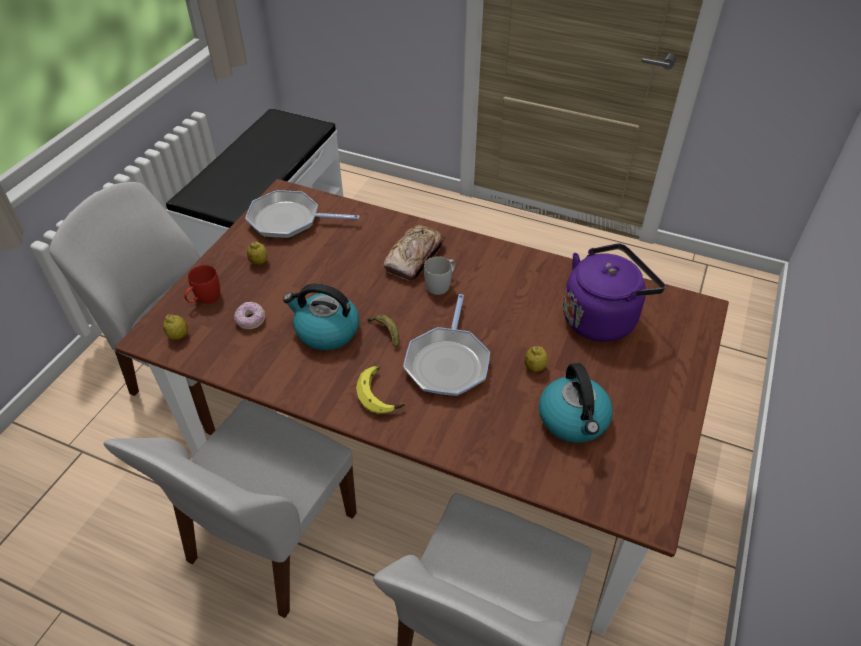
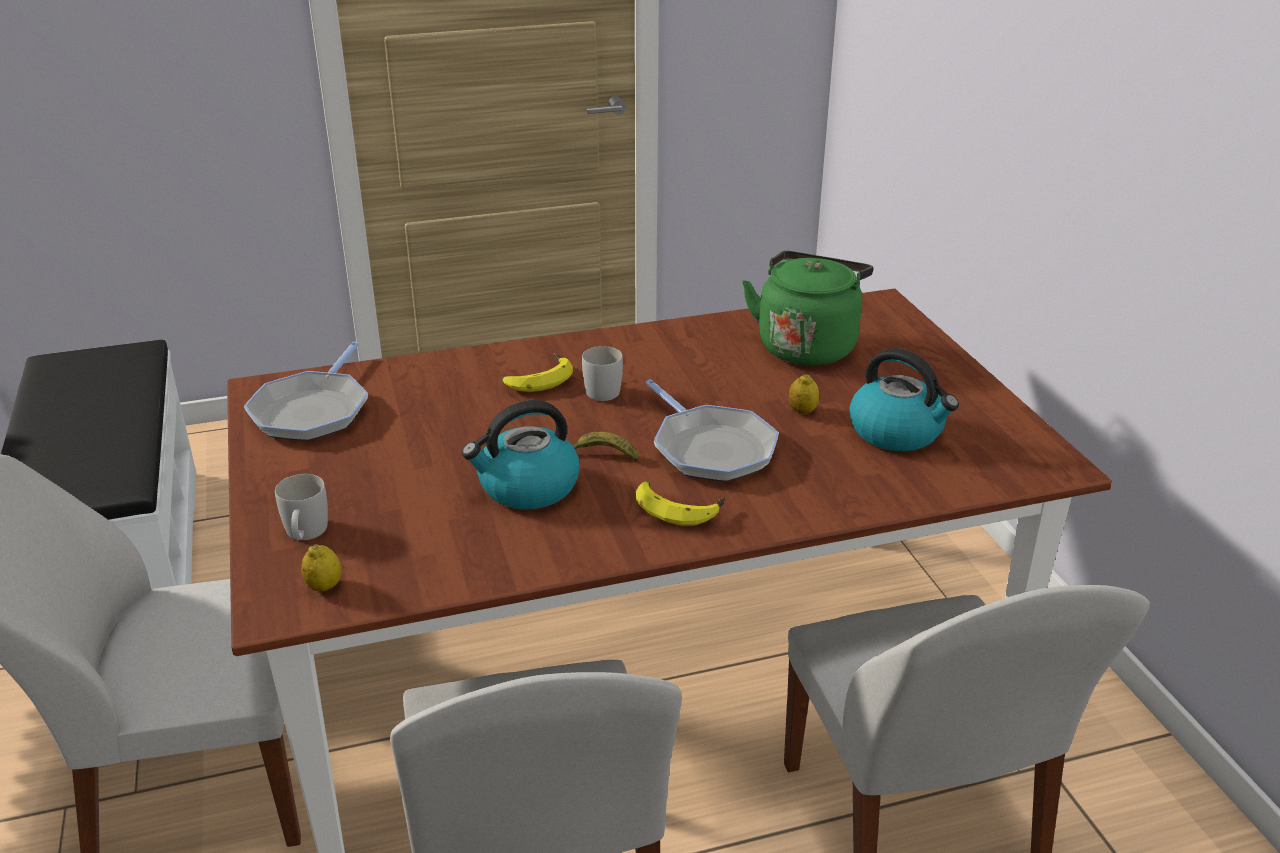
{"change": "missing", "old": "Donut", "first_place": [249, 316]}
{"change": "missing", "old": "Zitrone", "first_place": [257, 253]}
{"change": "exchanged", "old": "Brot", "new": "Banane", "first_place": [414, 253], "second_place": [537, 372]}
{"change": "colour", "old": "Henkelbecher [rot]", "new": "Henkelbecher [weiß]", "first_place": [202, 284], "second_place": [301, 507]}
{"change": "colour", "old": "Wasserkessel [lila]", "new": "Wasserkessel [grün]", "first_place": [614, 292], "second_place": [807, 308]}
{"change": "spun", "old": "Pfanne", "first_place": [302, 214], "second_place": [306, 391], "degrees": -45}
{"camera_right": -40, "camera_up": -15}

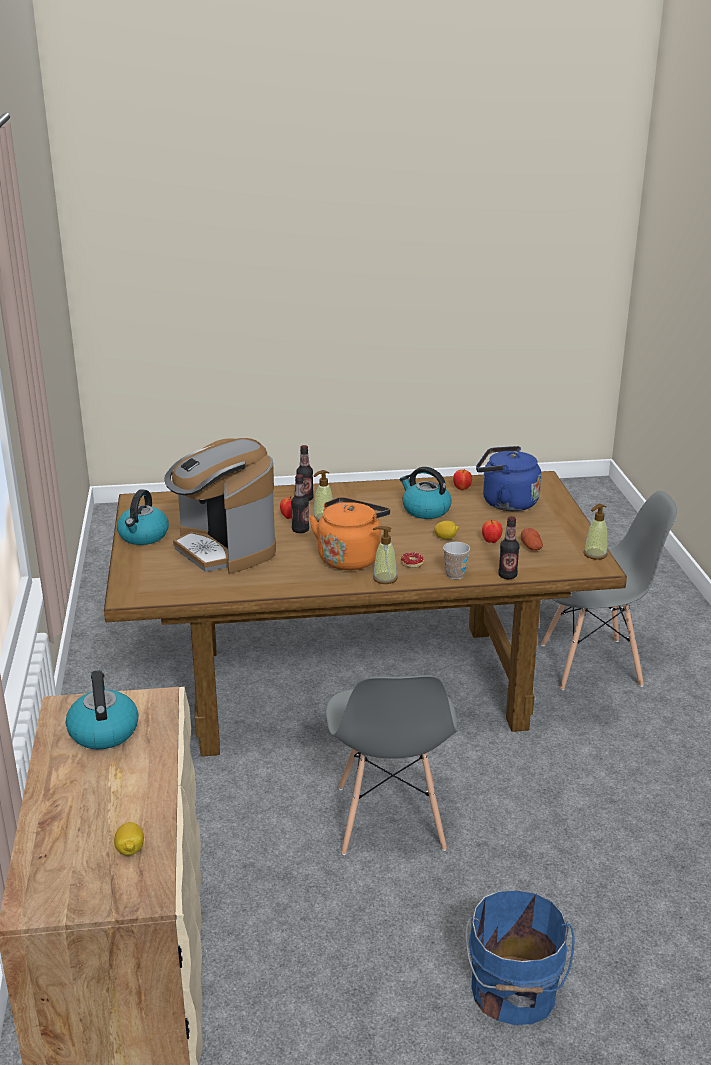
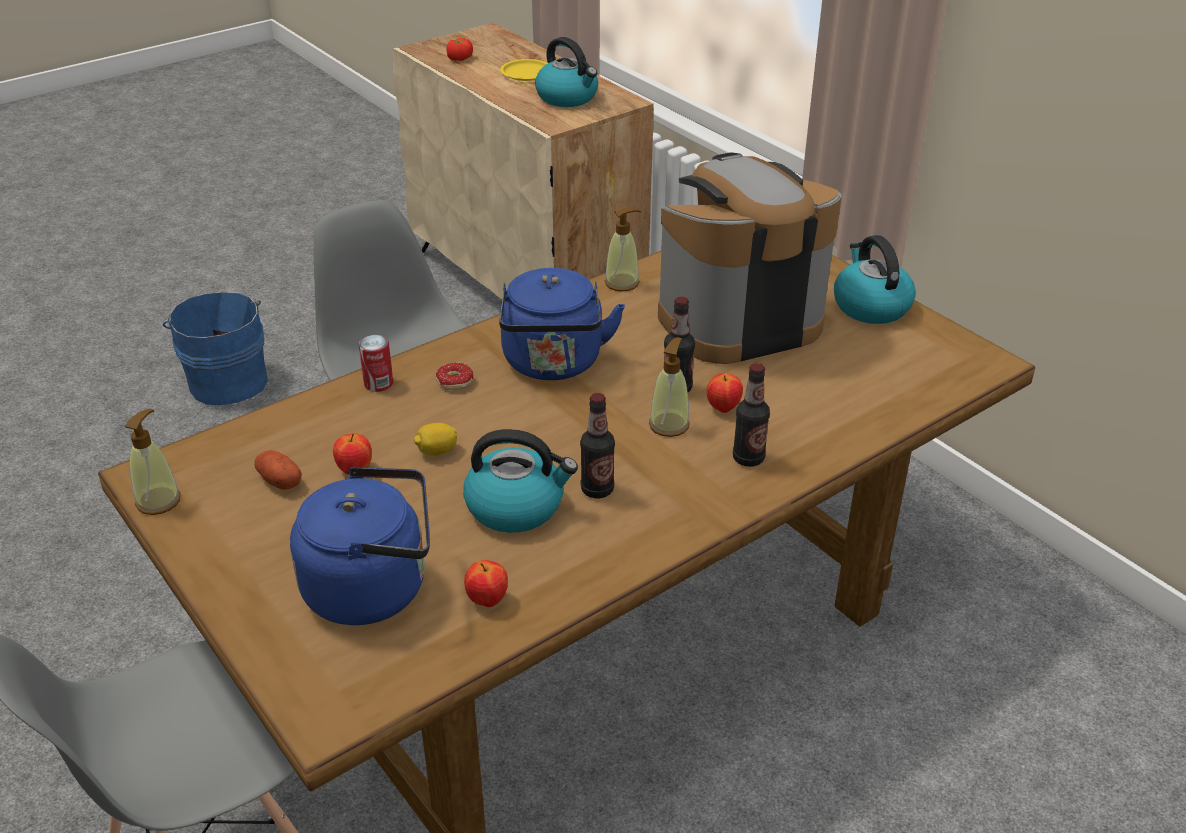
{"change": "appeared", "new": "Teller [gelb]", "second_place": [524, 70]}
{"change": "relocated", "old": "Seifenspender", "first_place": [385, 555], "second_place": [623, 249]}
{"change": "relocated", "old": "Flasche", "first_place": [509, 547], "second_place": [597, 445]}
{"change": "exchanged", "old": "Zitrone", "new": "Tomate", "first_place": [129, 839], "second_place": [459, 49]}
{"change": "exchanged", "old": "Tasse", "new": "Dose", "first_place": [456, 560], "second_place": [376, 363]}
{"change": "colour", "old": "Wasserkessel [orange]", "new": "Wasserkessel [blau]", "first_place": [349, 533], "second_place": [562, 324]}
{"change": "spun", "old": "Kaffeemaschine", "first_place": [220, 506], "second_place": [750, 258], "degrees": -45}
{"camera_right": 150, "camera_up": 10}

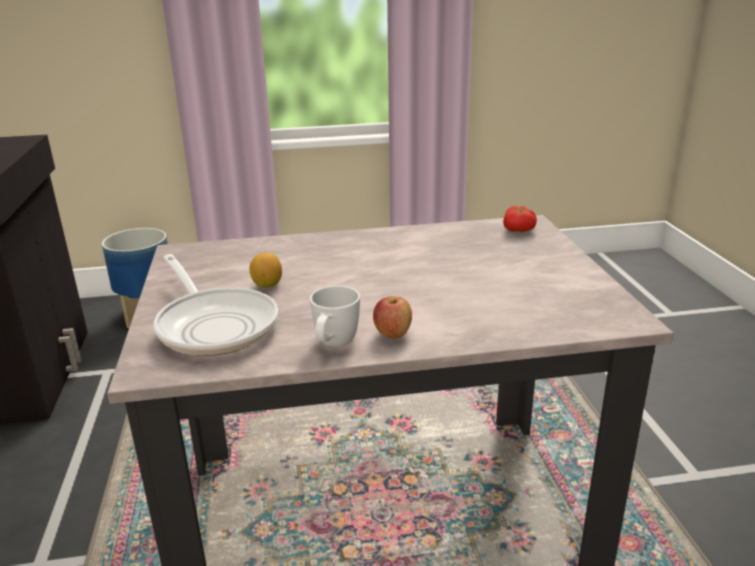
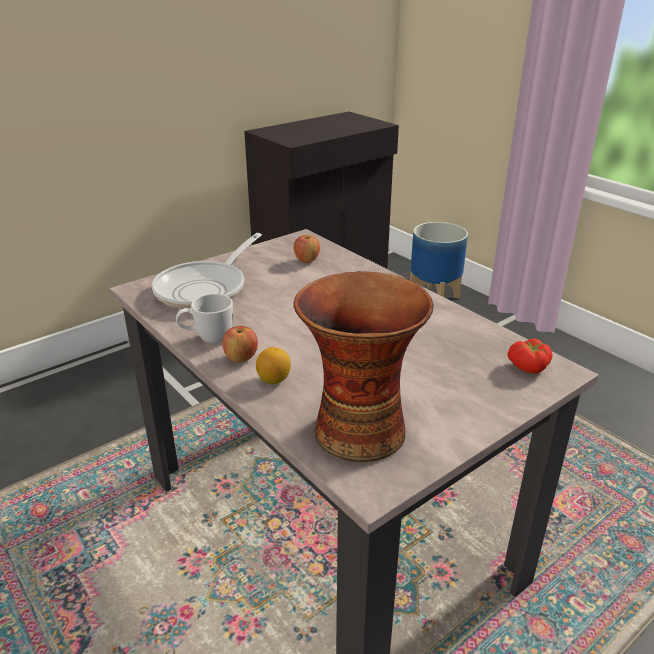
{"change": "appeared", "new": "Vase", "second_place": [363, 366]}
{"change": "appeared", "new": "Apfel", "second_place": [307, 249]}
{"change": "relocated", "old": "Zitrone", "first_place": [265, 270], "second_place": [273, 365]}
{"camera_right": 60, "camera_up": 5}

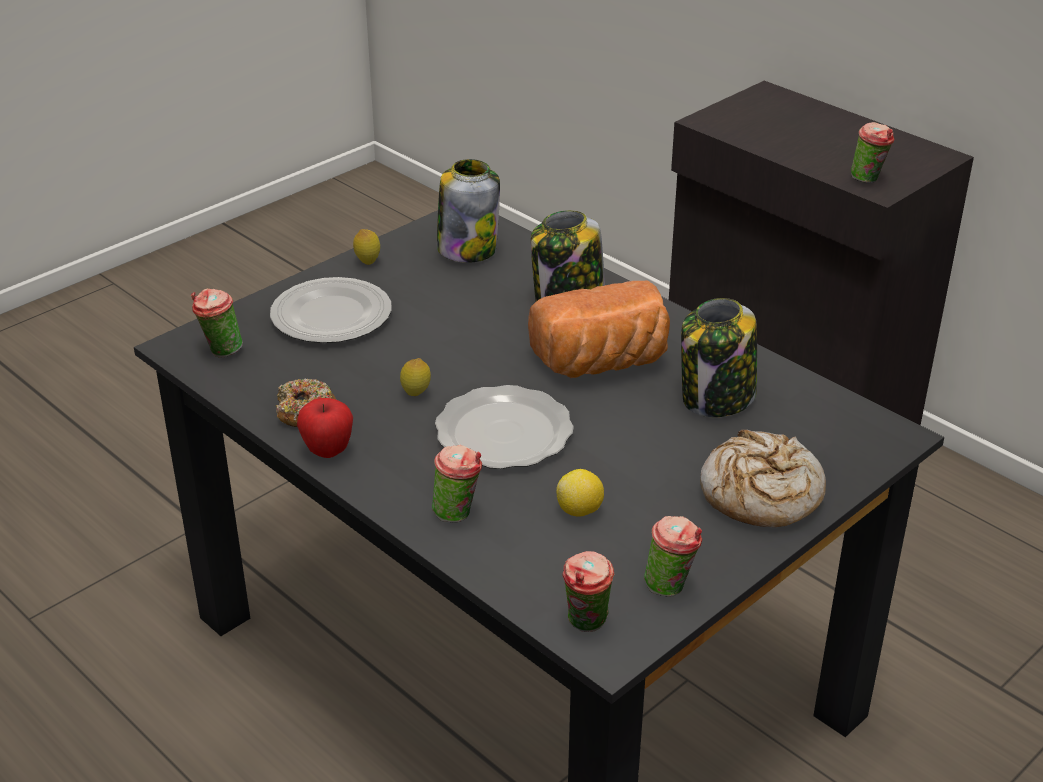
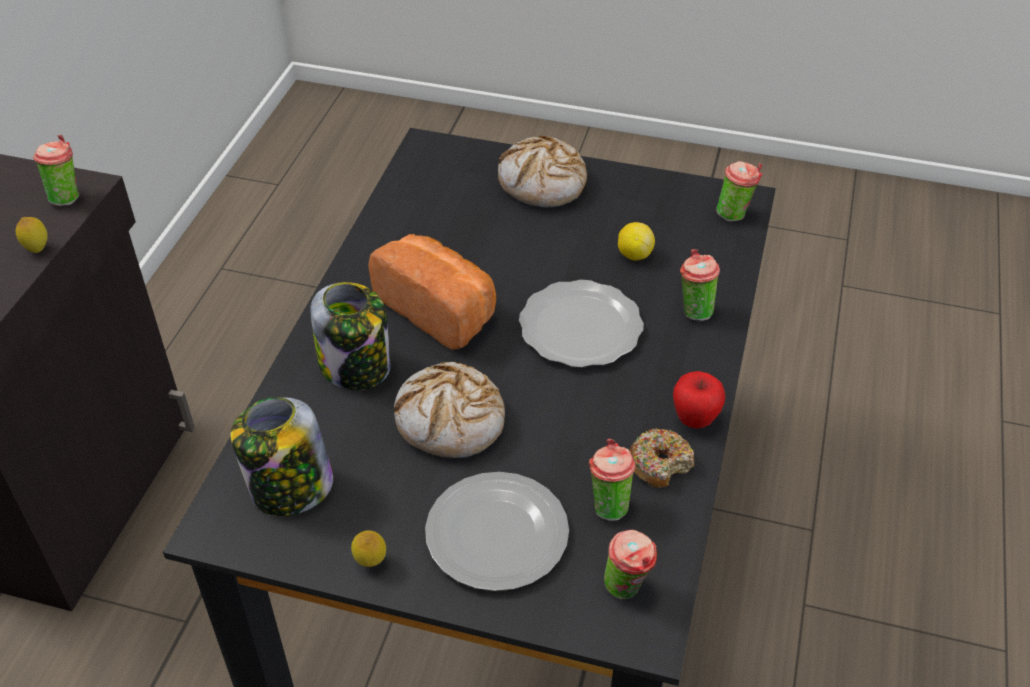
{"change": "missing", "old": "Vorratsglas", "first_place": [719, 357]}
{"change": "appeared", "new": "Brot", "second_place": [449, 410]}
{"change": "relocated", "old": "Zitrone", "first_place": [415, 377], "second_place": [32, 235]}
{"change": "relocated", "old": "Tasse", "first_place": [673, 556], "second_place": [612, 479]}
{"camera_right": -120, "camera_up": 10}

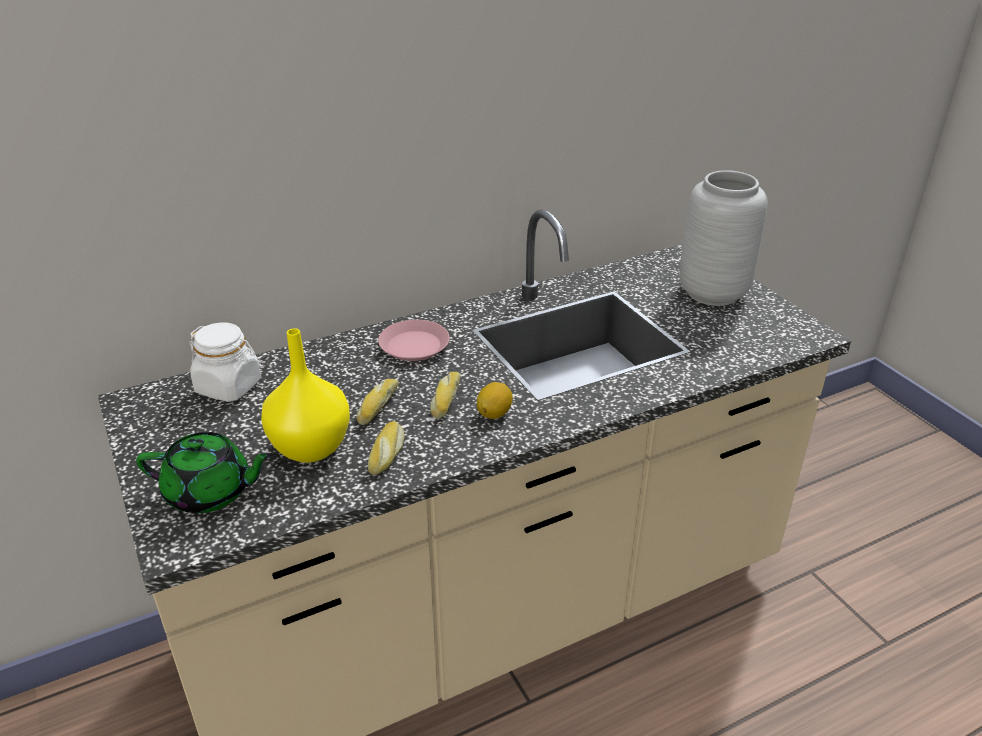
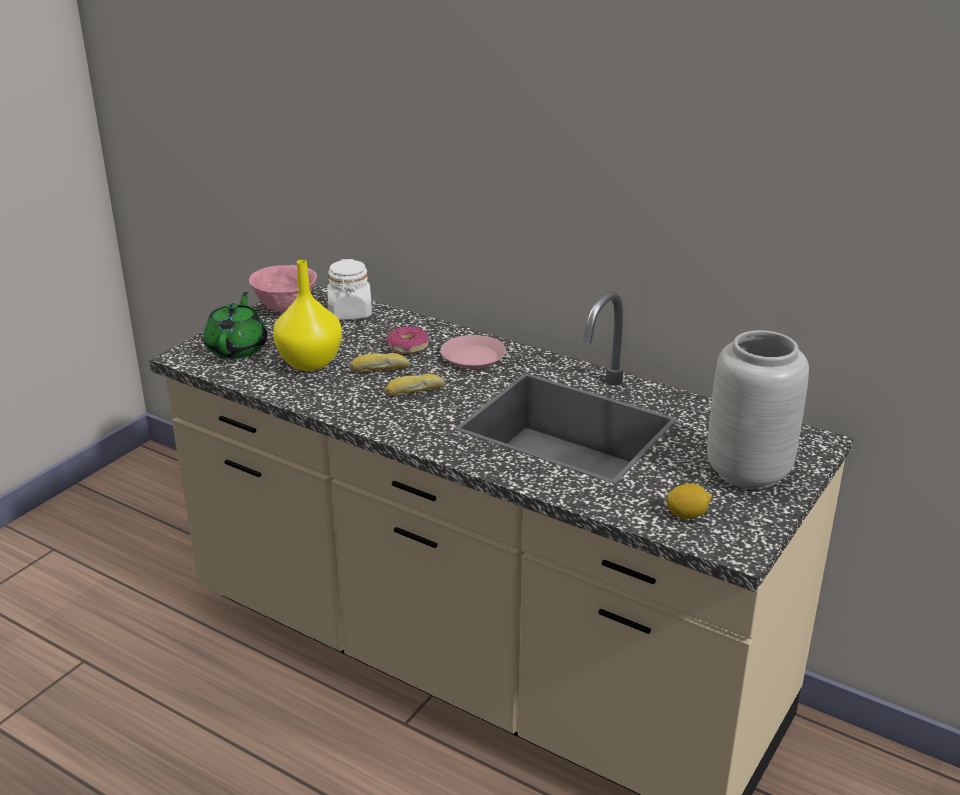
{"change": "missing", "old": "Brot", "first_place": [386, 448]}
{"change": "appeared", "new": "Schüssel [rosa]", "second_place": [283, 288]}
{"change": "appeared", "new": "Donut", "second_place": [407, 340]}
{"change": "relocated", "old": "Zitrone", "first_place": [495, 400], "second_place": [689, 501]}
{"change": "spun", "old": "Teekanne [grün]", "first_place": [204, 472], "second_place": [235, 325], "degrees": -150}
{"camera_right": 60, "camera_up": -5}

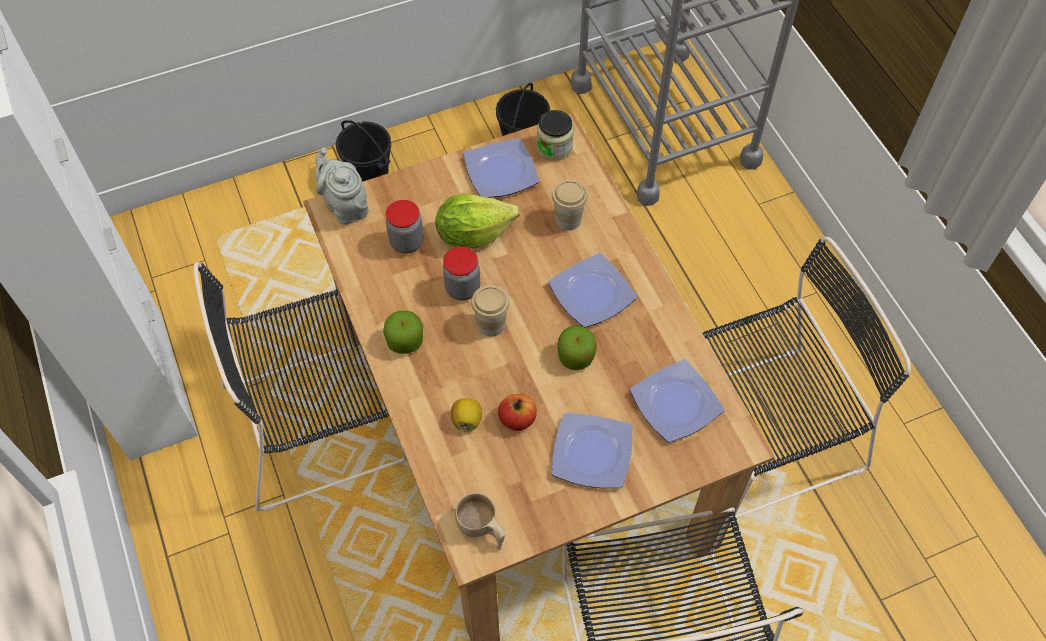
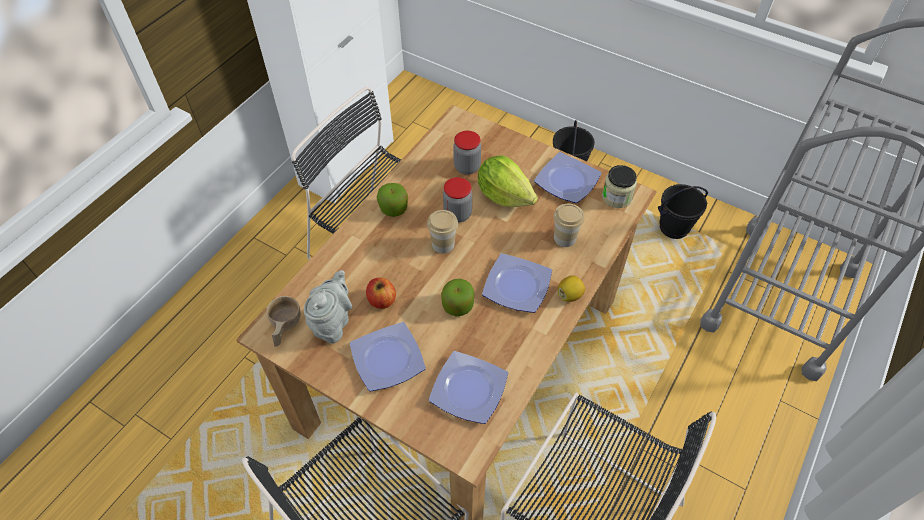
{"change": "relocated", "old": "Teekanne [grau]", "first_place": [341, 186], "second_place": [328, 307]}
{"change": "relocated", "old": "Zitrone", "first_place": [466, 415], "second_place": [571, 288]}
{"camera_right": 55, "camera_up": -5}

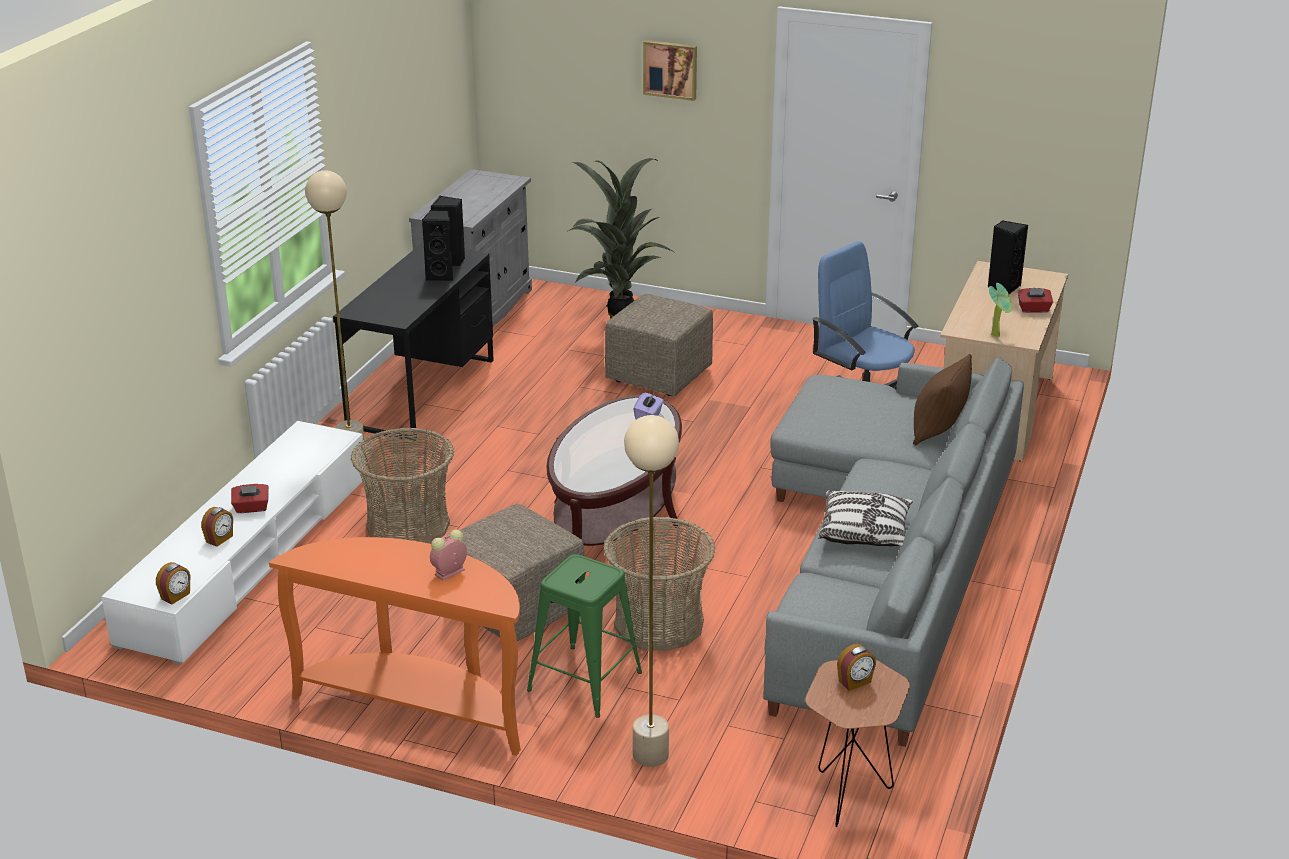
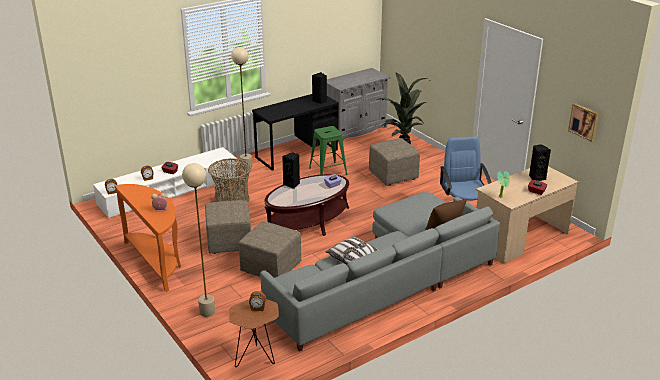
{"change": "relocated", "old": "Lautsprecher [schwarz]", "first_place": [437, 245], "second_place": [291, 170]}
{"change": "relocated", "old": "Hocker [grün]", "first_place": [584, 636], "second_place": [328, 150]}
{"change": "relocated", "old": "Bild", "first_place": [670, 70], "second_place": [583, 122]}
{"change": "exchanged", "old": "Korb", "new": "Polsterhocker [beige]", "first_place": [659, 584], "second_place": [270, 249]}
{"camera_right": 35, "camera_up": 0}

